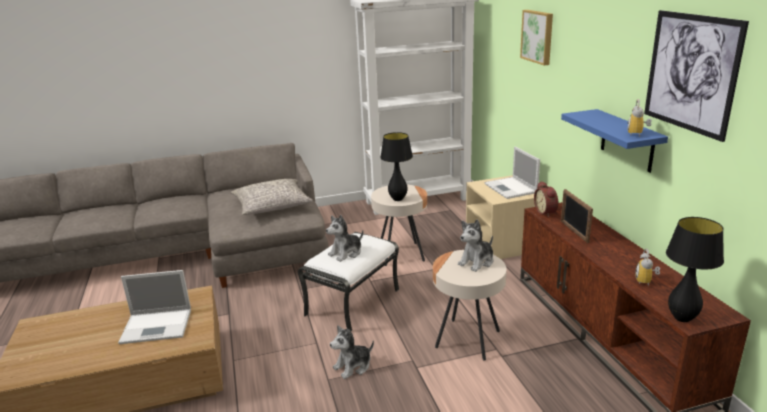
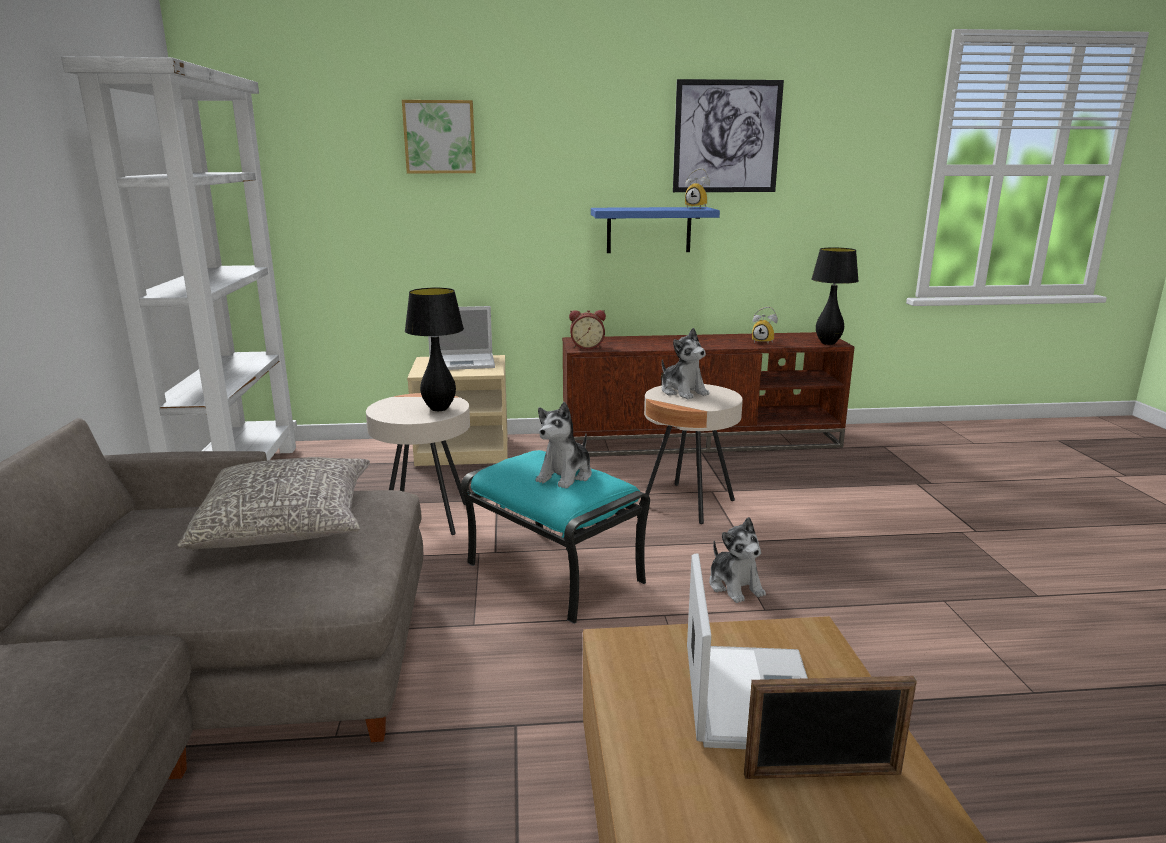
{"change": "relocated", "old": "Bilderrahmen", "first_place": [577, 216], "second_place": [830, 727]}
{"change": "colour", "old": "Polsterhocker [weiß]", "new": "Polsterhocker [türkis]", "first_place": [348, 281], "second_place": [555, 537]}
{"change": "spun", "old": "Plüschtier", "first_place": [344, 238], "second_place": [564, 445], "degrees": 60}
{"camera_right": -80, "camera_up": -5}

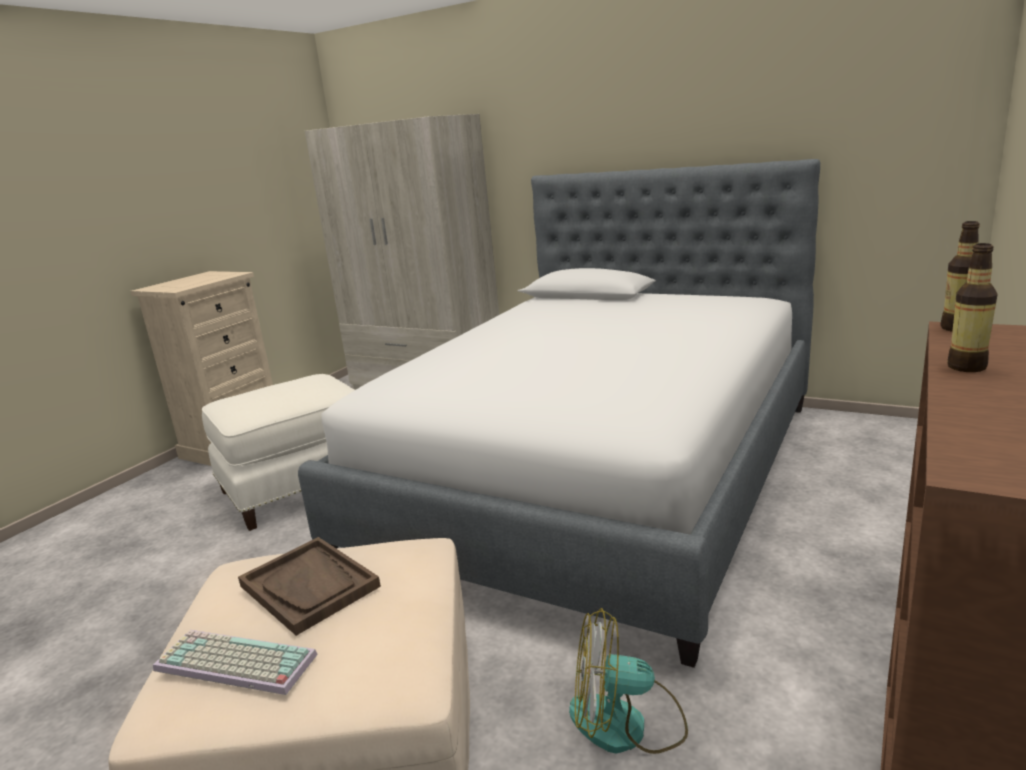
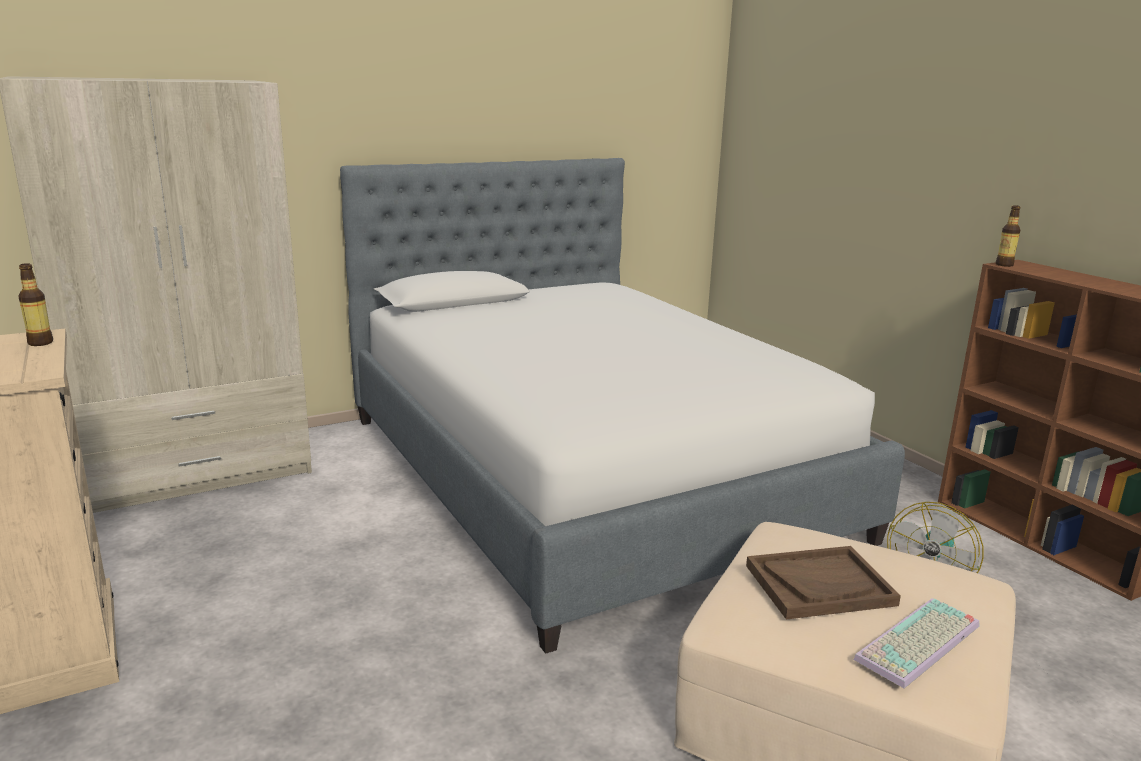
{"change": "missing", "old": "Polsterhocker [weiß]", "first_place": [278, 452]}
{"change": "relocated", "old": "Flasche", "first_place": [972, 307], "second_place": [35, 304]}
{"camera_right": -60, "camera_up": 0}

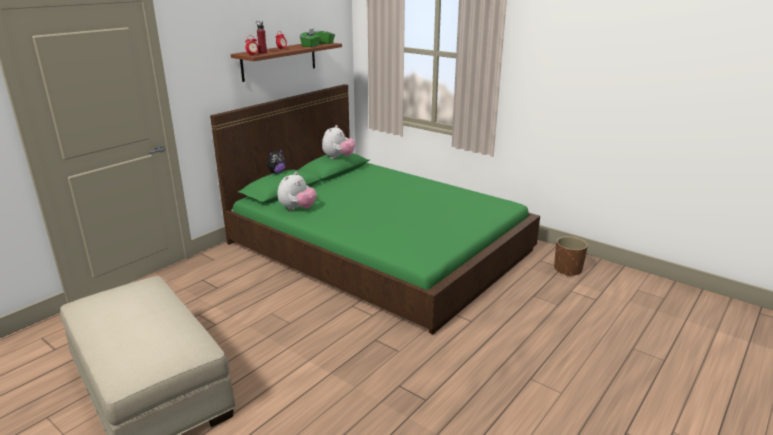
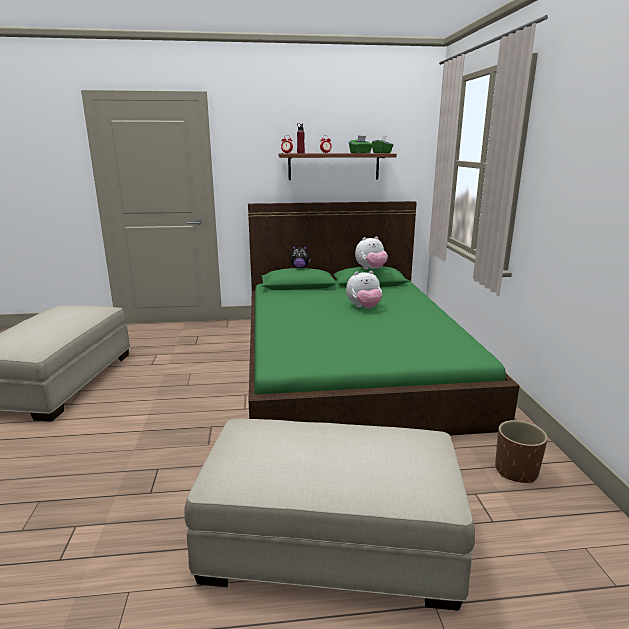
{"change": "appeared", "new": "Polsterhocker [beige]", "second_place": [329, 515]}
{"change": "relocated", "old": "Plüschtier", "first_place": [297, 191], "second_place": [364, 289]}
{"camera_right": 45, "camera_up": -5}

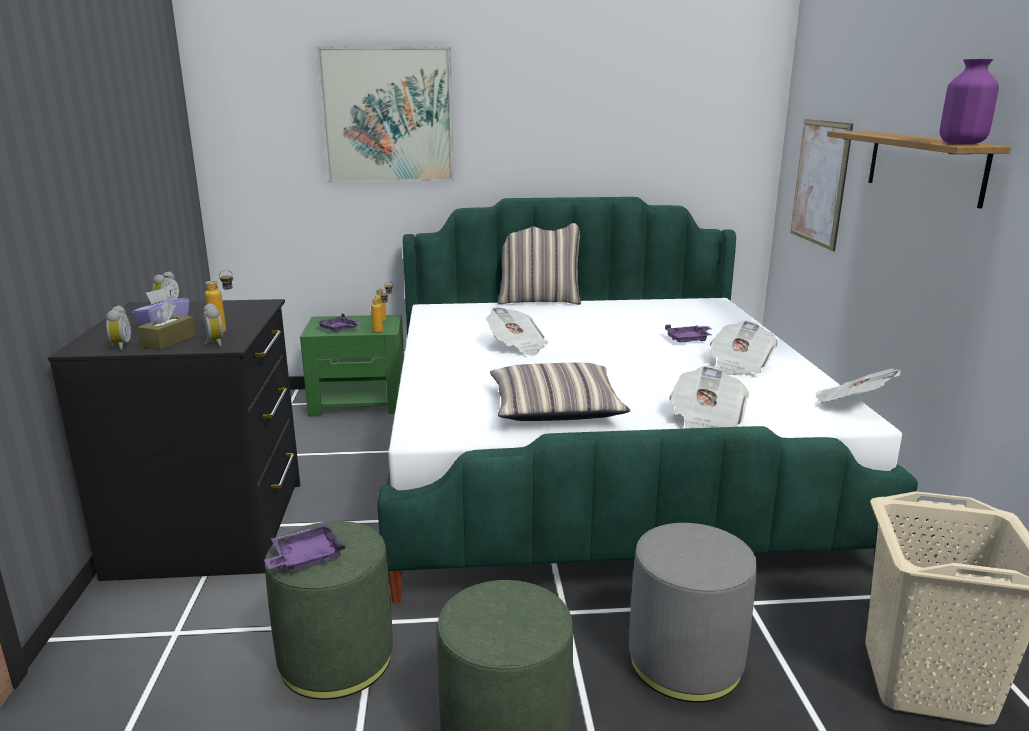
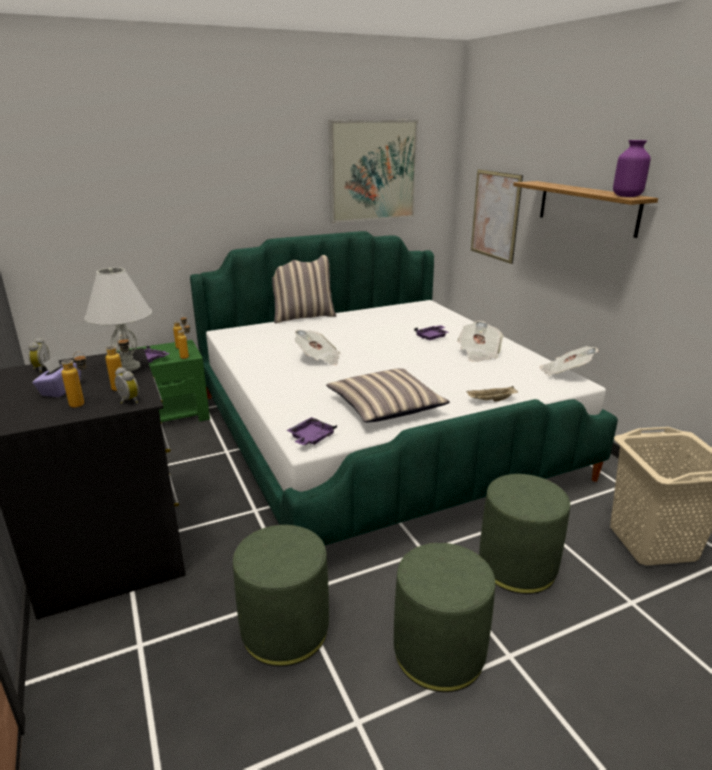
{"change": "missing", "old": "Wecker", "first_place": [118, 327]}
{"change": "appeared", "new": "Tischlampe [weiß]", "second_place": [118, 319]}
{"change": "relocated", "old": "Tablett [lila]", "first_place": [304, 547], "second_place": [312, 431]}
{"change": "relocated", "old": "Bild", "first_place": [385, 114], "second_place": [373, 171]}
{"change": "exchanged", "old": "Taschentuchbox [braun]", "new": "Flasche", "first_place": [166, 326], "second_place": [73, 380]}
{"change": "exchanged", "old": "Zeitung", "new": "Tablett [beige]", "first_place": [709, 397], "second_place": [492, 394]}
{"change": "colour", "old": "Polsterhocker [grau]", "new": "Polsterhocker [grün]", "first_place": [693, 612], "second_place": [524, 534]}
{"camera_right": -20, "camera_up": 5}

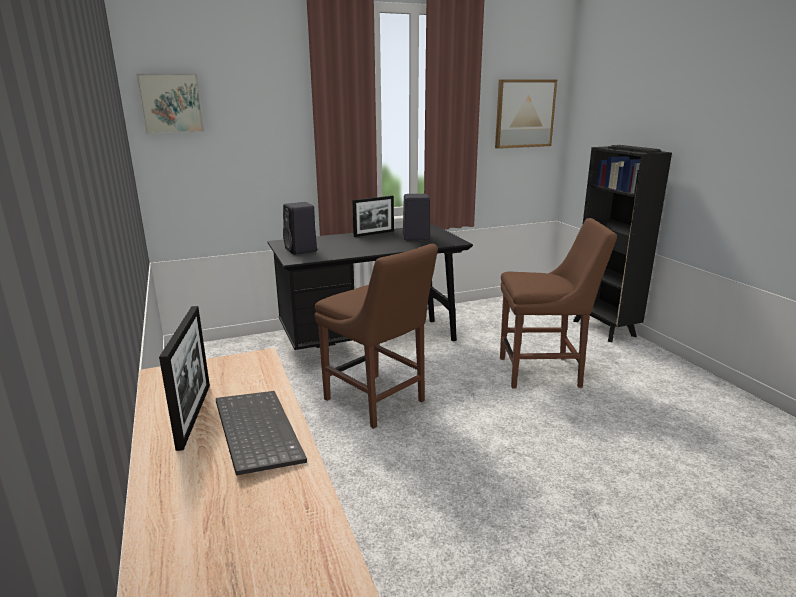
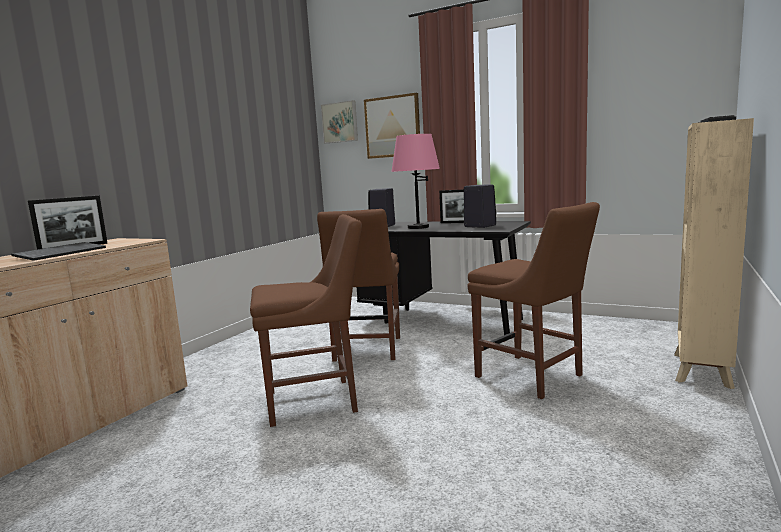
{"change": "appeared", "new": "Stuhl [braun]", "second_place": [306, 320]}
{"change": "appeared", "new": "Tischlampe [rosa]", "second_place": [415, 181]}
{"change": "relocated", "old": "Bild", "first_place": [526, 114], "second_place": [392, 126]}
{"change": "colour", "old": "Bücherregal [schwarz]", "new": "Bücherregal [beige]", "first_place": [622, 244], "second_place": [714, 253]}
{"camera_right": 50, "camera_up": -10}

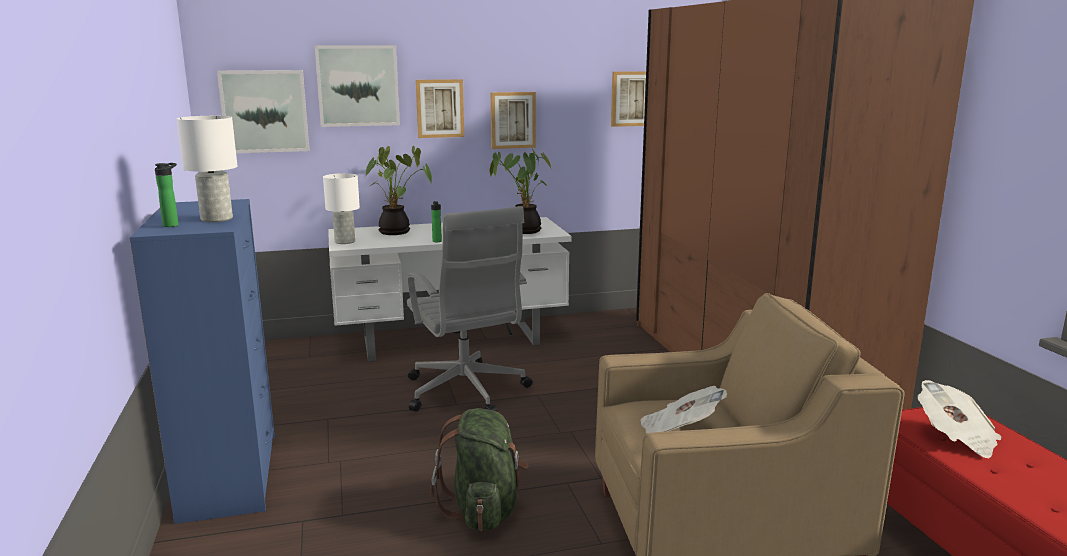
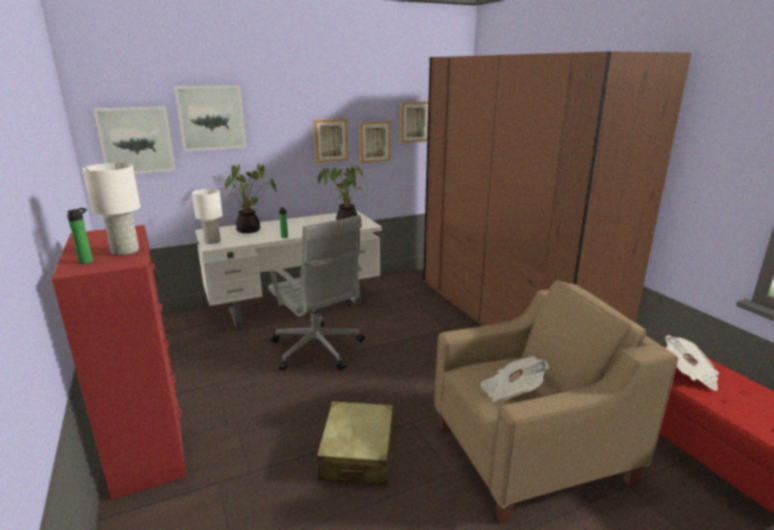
{"change": "relocated", "old": "Bild", "first_place": [440, 108], "second_place": [374, 142]}
{"change": "exchanged", "old": "Rucksack [grün]", "new": "Koffer [beige]", "first_place": [479, 469], "second_place": [355, 443]}
{"change": "colour", "old": "Kommode [blau]", "new": "Kommode [rot]", "first_place": [202, 361], "second_place": [119, 362]}
{"camera_right": -10, "camera_up": 5}

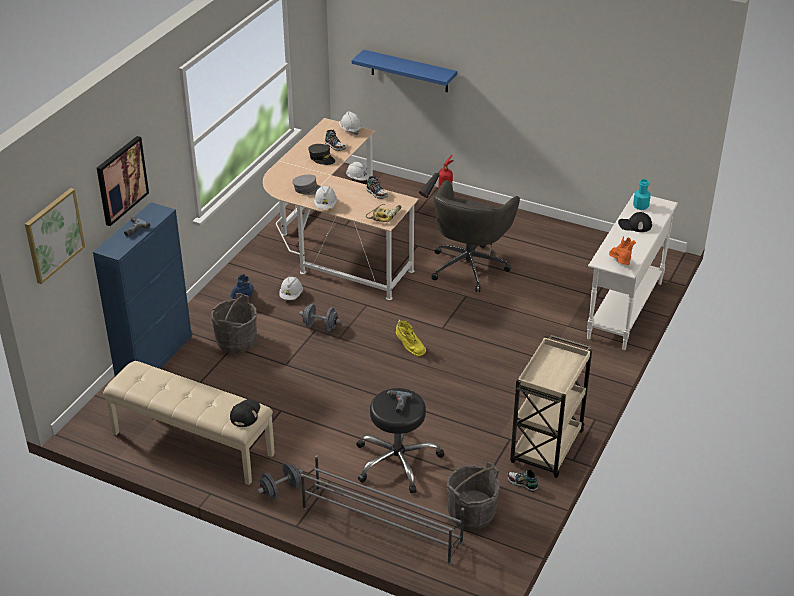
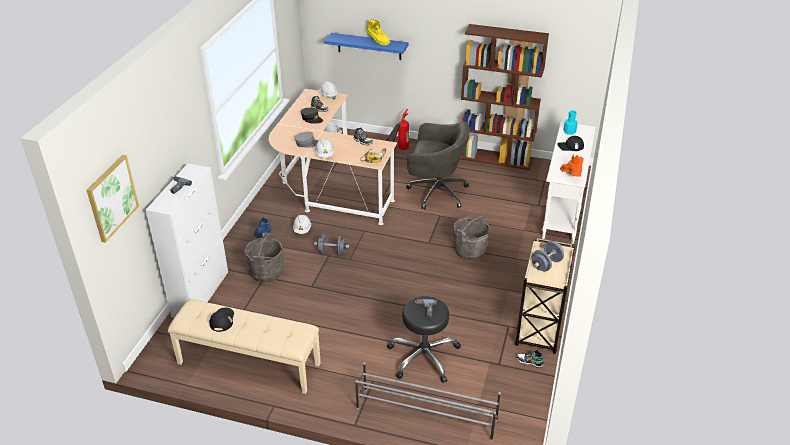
{"change": "missing", "old": "Bild", "first_place": [123, 181]}
{"change": "appeared", "new": "Bücherregal [braun]", "second_place": [505, 97]}
{"change": "relocated", "old": "Kappe [schwarz]", "first_place": [245, 413], "second_place": [221, 319]}
{"change": "relocated", "old": "Hantel [grau]", "first_place": [280, 481], "second_place": [548, 256]}
{"change": "relocated", "old": "Stiefel [gelb]", "first_place": [411, 338], "second_place": [378, 32]}
{"change": "relocated", "old": "Eimer [grau]", "first_place": [473, 496], "second_place": [471, 236]}
{"change": "colour", "old": "Schrank [blau]", "new": "Schrank [weiß]", "first_place": [142, 289], "second_place": [187, 240]}
{"change": "spun", "old": "Bürostuhl [grau]", "first_place": [476, 236], "second_place": [438, 165], "degrees": -90}
{"camera_right": -10, "camera_up": 0}

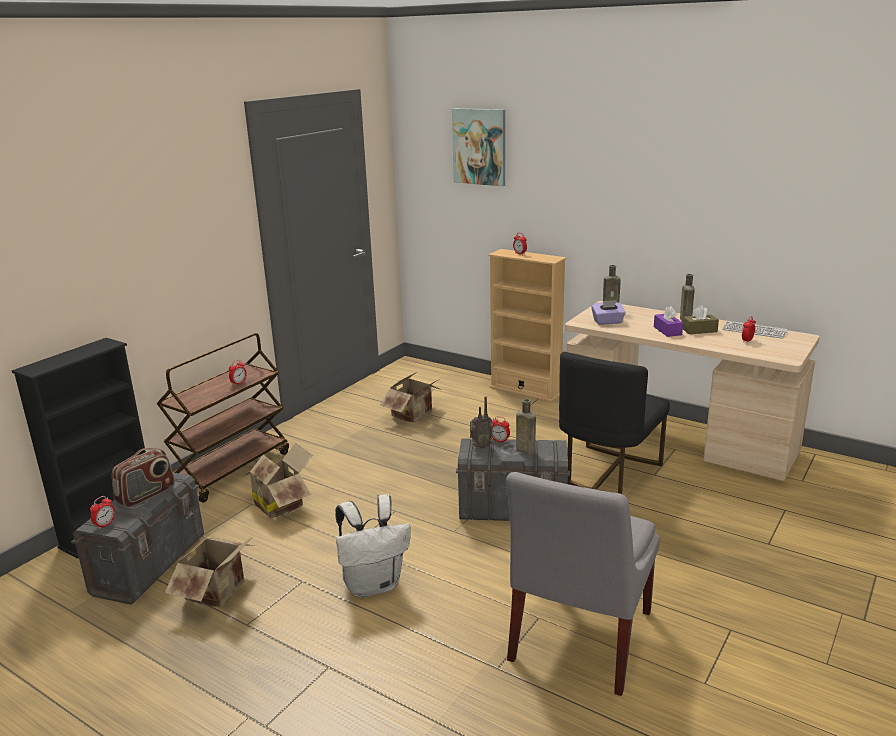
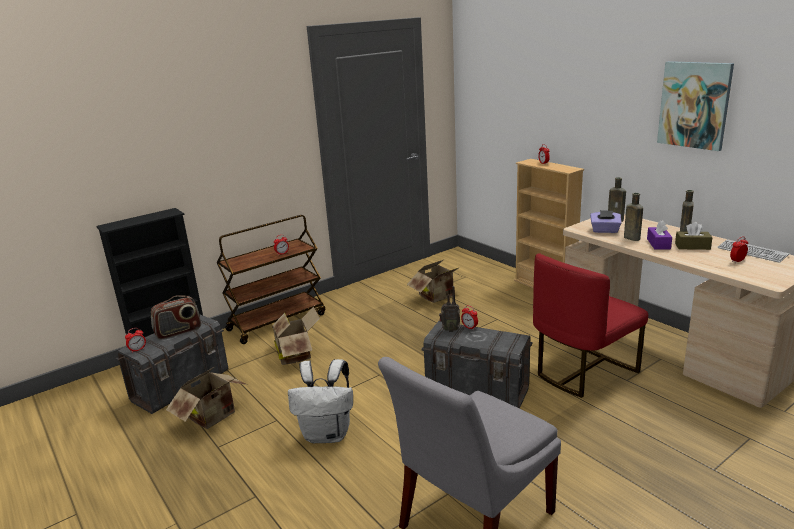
{"change": "relocated", "old": "Bild", "first_place": [478, 147], "second_place": [695, 106]}
{"change": "relocated", "old": "Flasche [braun]", "first_place": [526, 426], "second_place": [633, 217]}
{"change": "colour", "old": "Stuhl [schwarz]", "new": "Stuhl [rot]", "first_place": [614, 423], "second_place": [590, 325]}
{"camera_right": 20, "camera_up": 0}

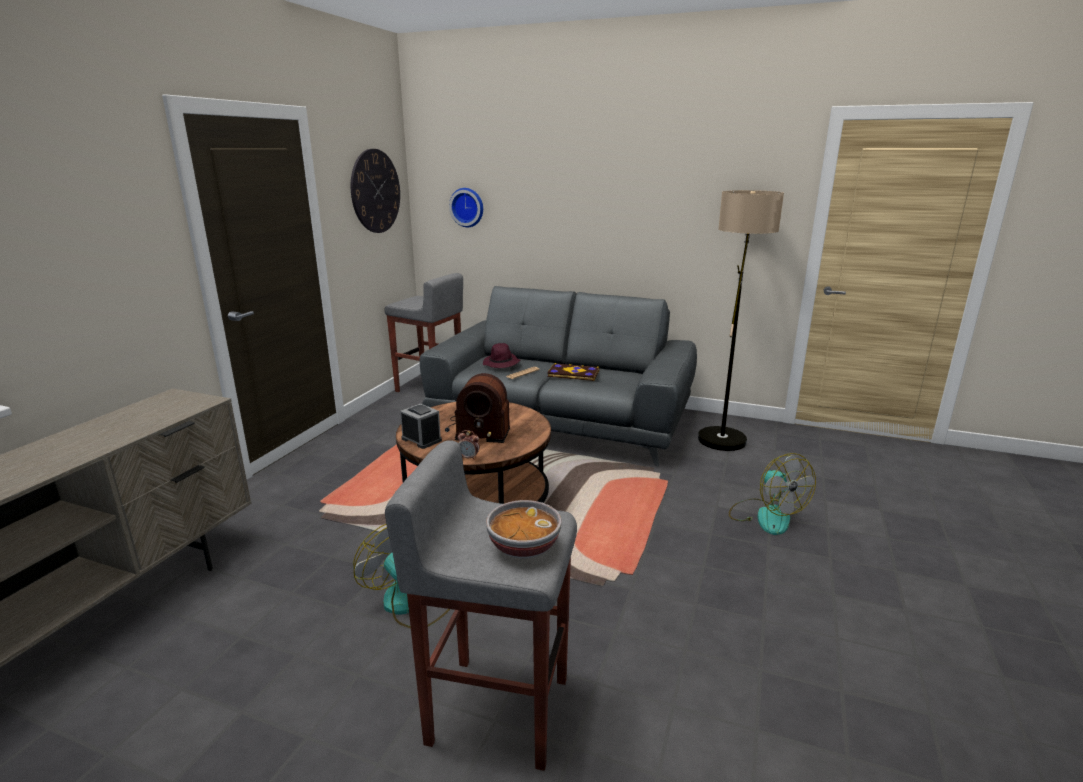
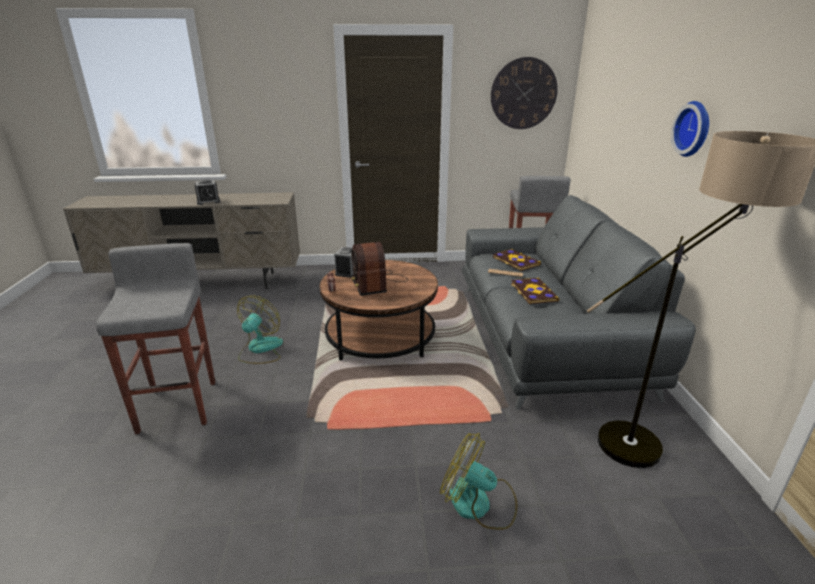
{"change": "missing", "old": "Schüssel", "first_place": [524, 529]}
{"change": "appeared", "new": "Wecker", "second_place": [207, 192]}
{"change": "relocated", "old": "Wanduhr", "first_place": [466, 207], "second_place": [690, 129]}
{"change": "exchanged", "old": "Hut [lila]", "new": "Buch", "first_place": [501, 355], "second_place": [517, 260]}
{"change": "spun", "old": "Ventilator", "first_place": [772, 494], "second_place": [478, 481], "degrees": 75}
{"camera_right": 65, "camera_up": 5}

